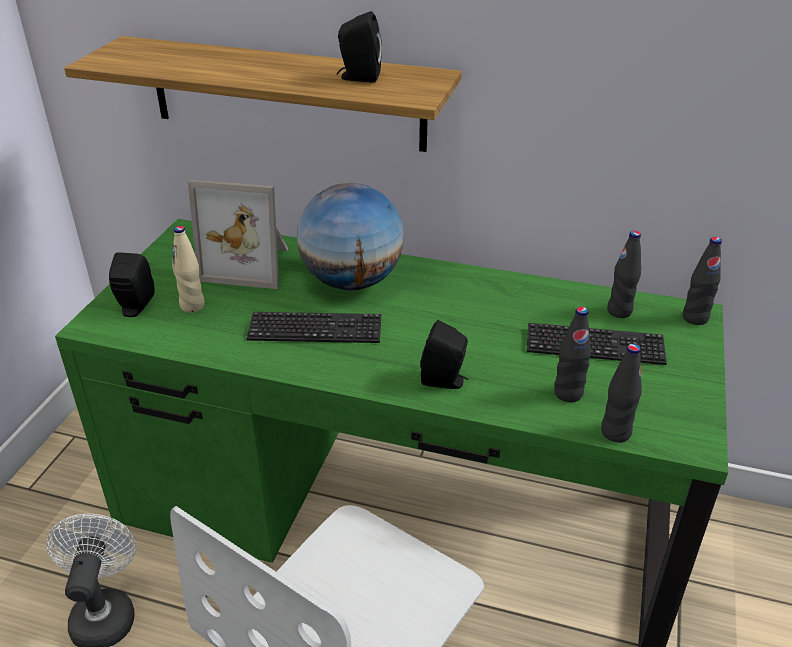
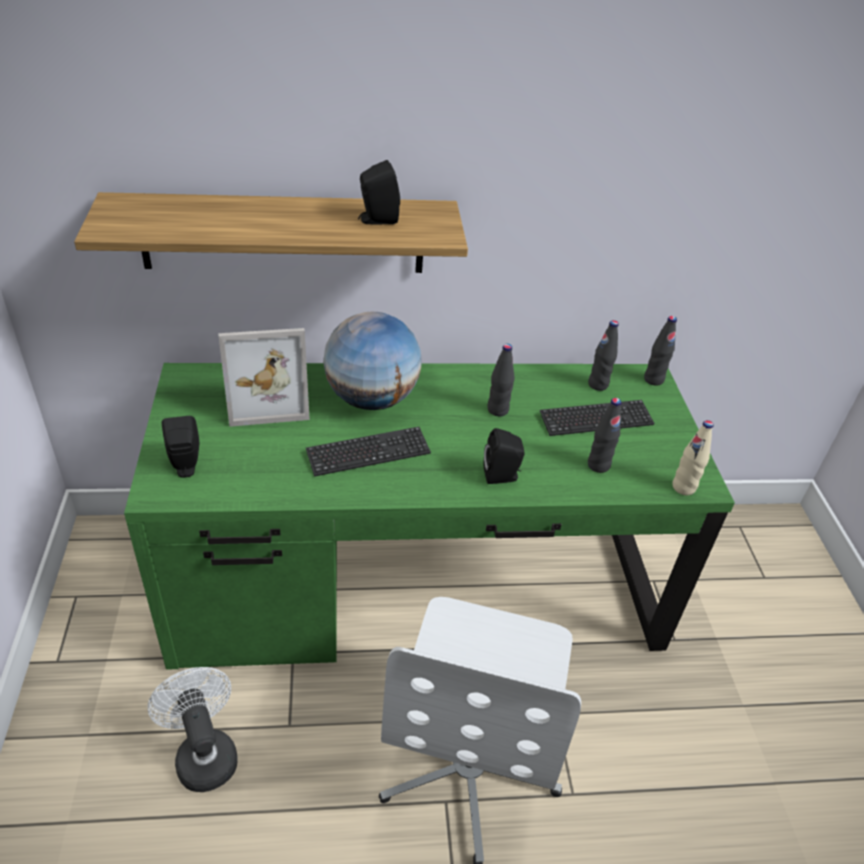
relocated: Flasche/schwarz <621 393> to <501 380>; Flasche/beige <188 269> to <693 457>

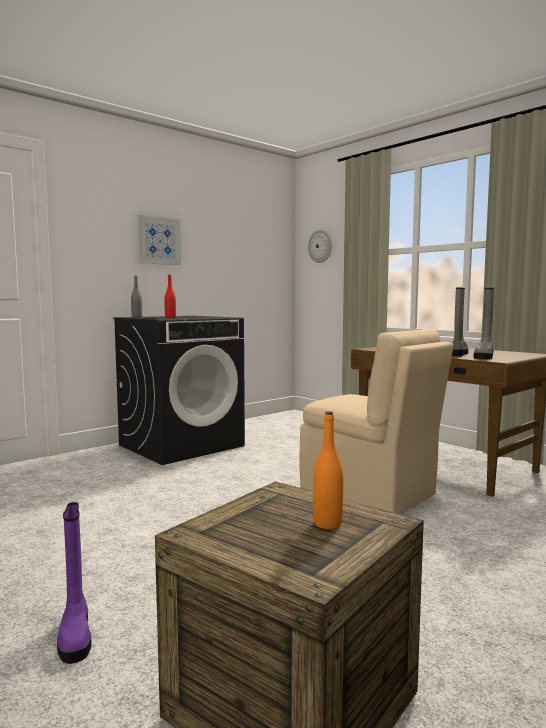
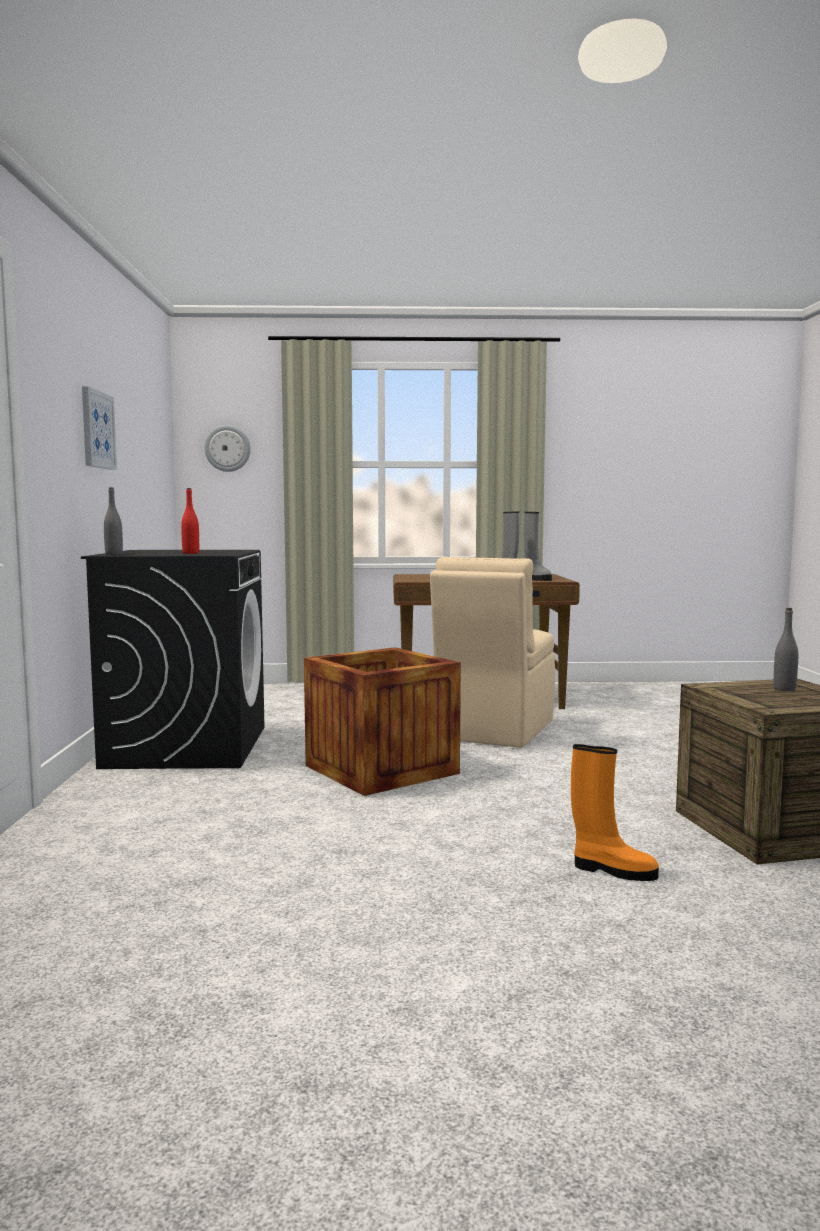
appeared: Kiste <382 721>
colour: Stiefel/lila <74 583> to Stiefel/orange <615 812>; Flasche/orange <328 470> to Flasche/grau <786 649>
spun: Stuhl/beige <377 421> = <492 652> 120 degrees clockwise

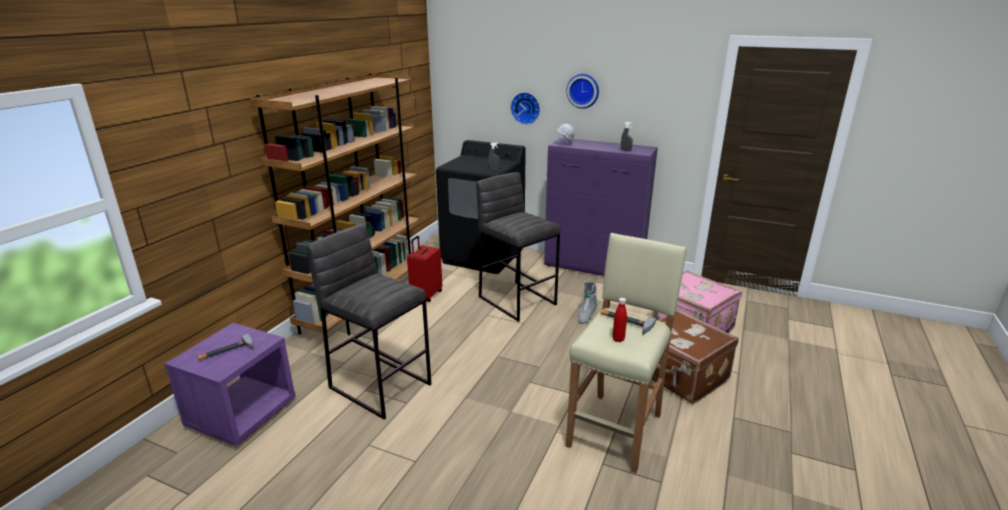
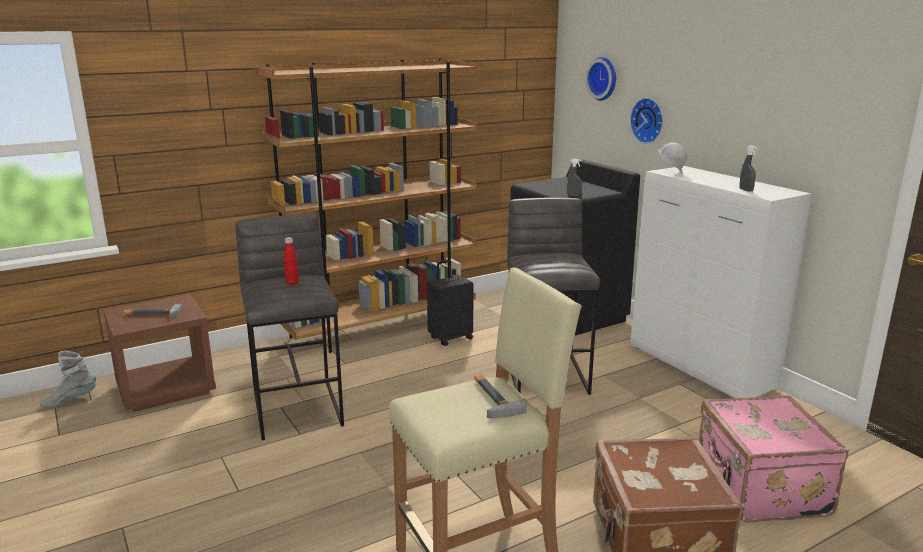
relocated: Stiefel/grau <587 303> to <68 379>; Flasche/rot <619 320> to <291 261>; Wanduhr <582 91> to <600 79>
colour: Nachttisch/lila <230 384> to Nachttisch/braun <159 353>; Koffer/rot <424 269> to Koffer/schwarz <450 303>; Schrank/lila <601 207> to Schrank/weiß <721 282>

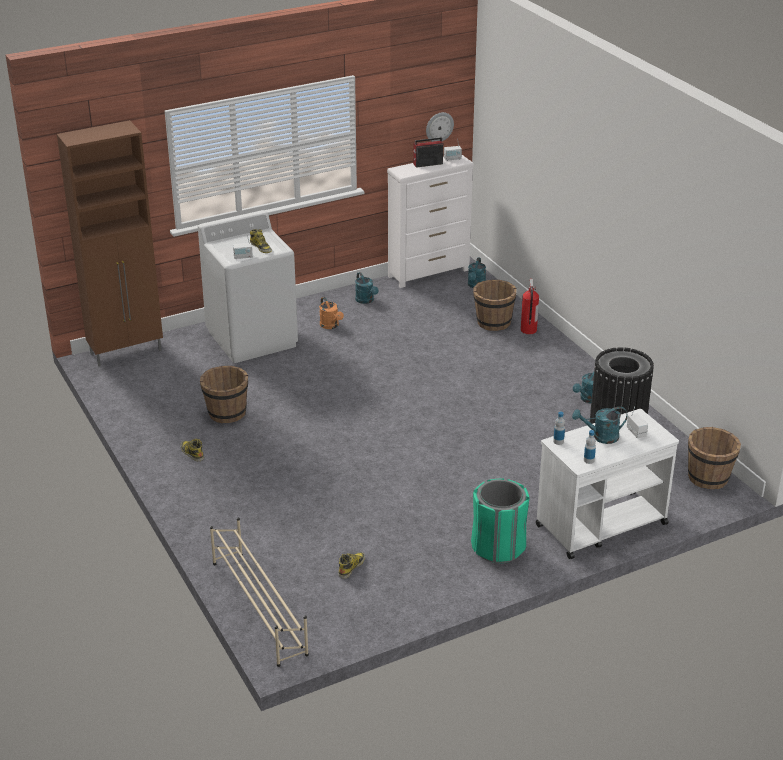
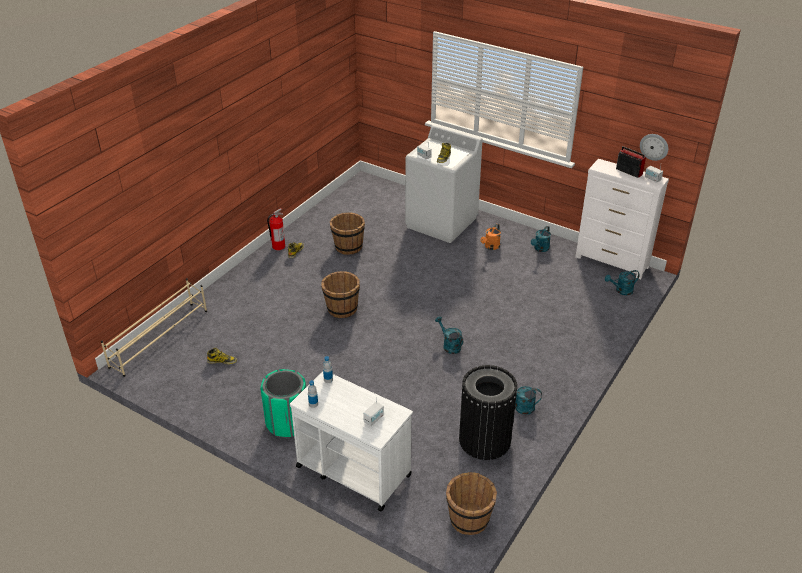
missing: Schrank/braun <110 243>
relocated: Feuerlöscher <530 306> to <276 229>; Eimer/braun <495 305> to <340 294>; Gießkanne/türkis <600 425> to <449 335>

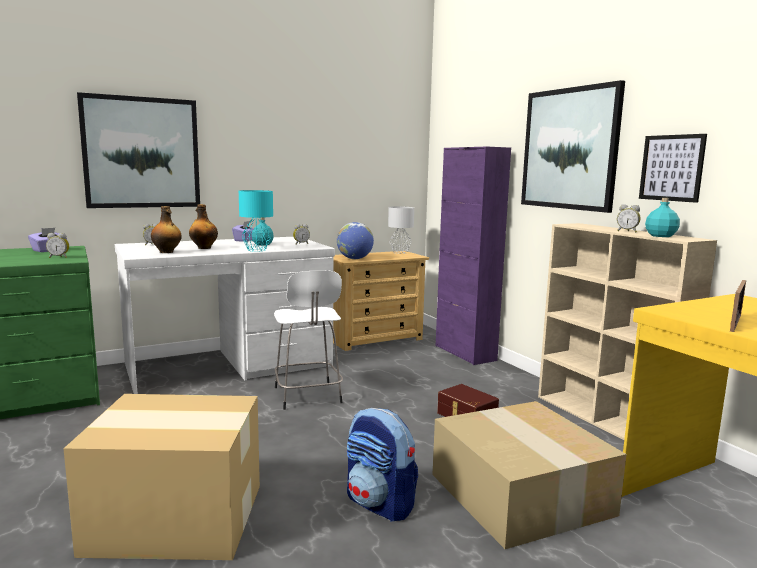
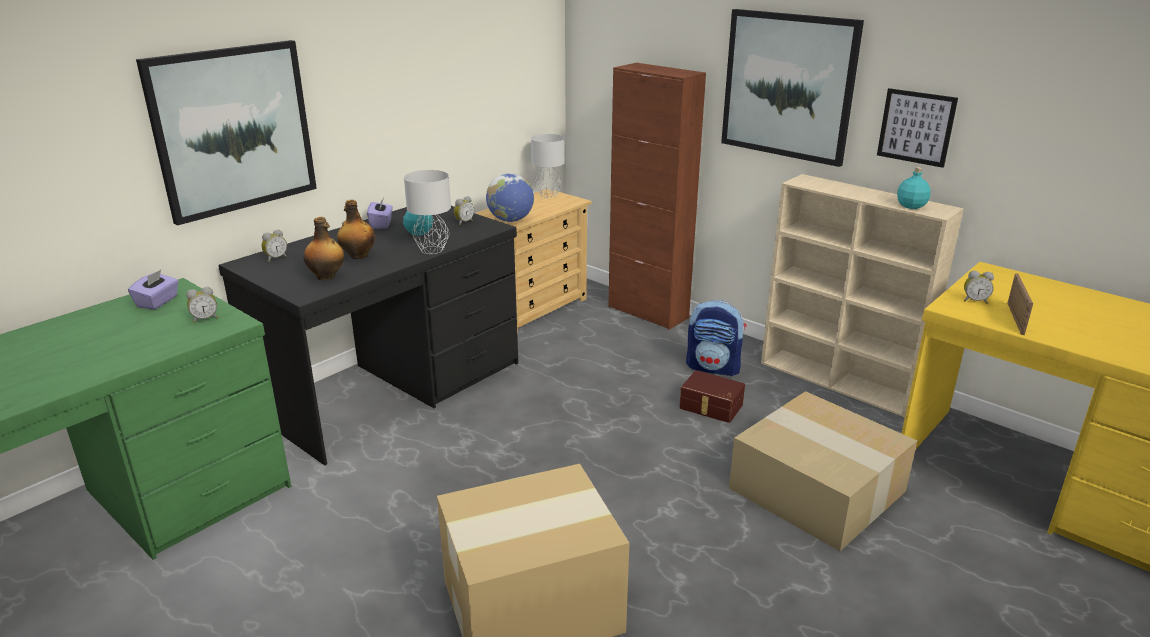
missing: Hocker/weiß <308 340>
relocated: Rucksack <382 464> to <716 338>; Wecker <629 218> to <979 287>
colour: Schreibtisch/weiß <225 315> to Schreibtisch/schwarz <368 335>; Tischlampe/türkis <256 221> to Tischlampe/grau <427 212>; Schrank/lila <473 255> to Schrank/braun <657 196>

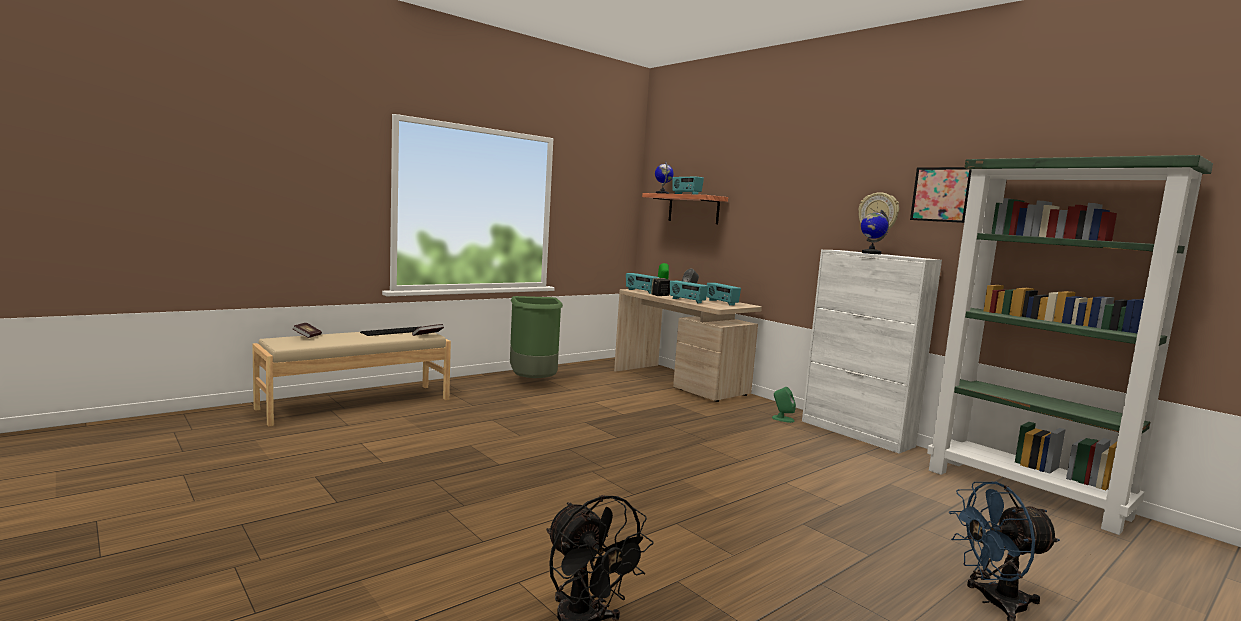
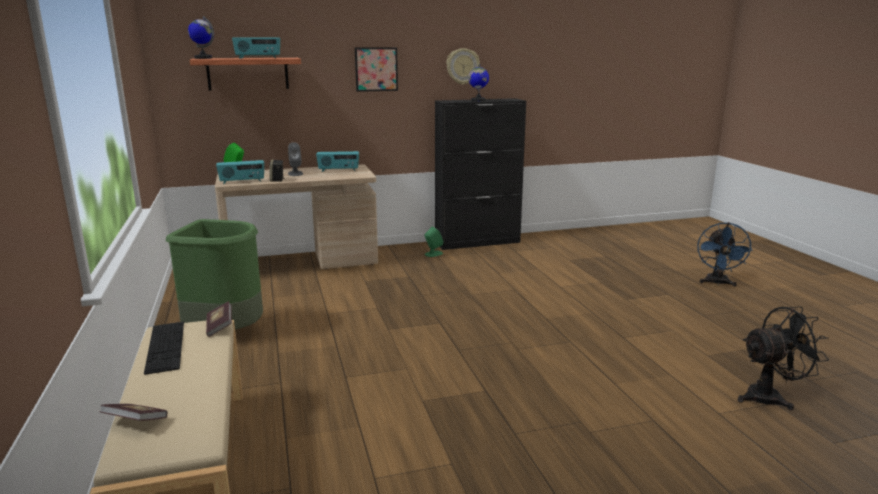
missing: Radio <689 292>; Bücherregal/grün <1070 345>
relocated: Bild <941 195> to <376 69>
colour: Schrank/weiß <872 352> to Schrank/schwarz <480 174>

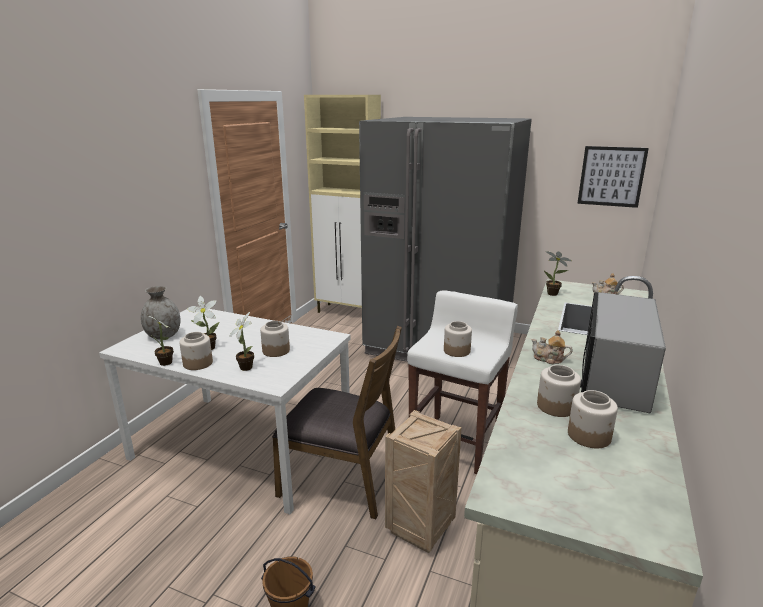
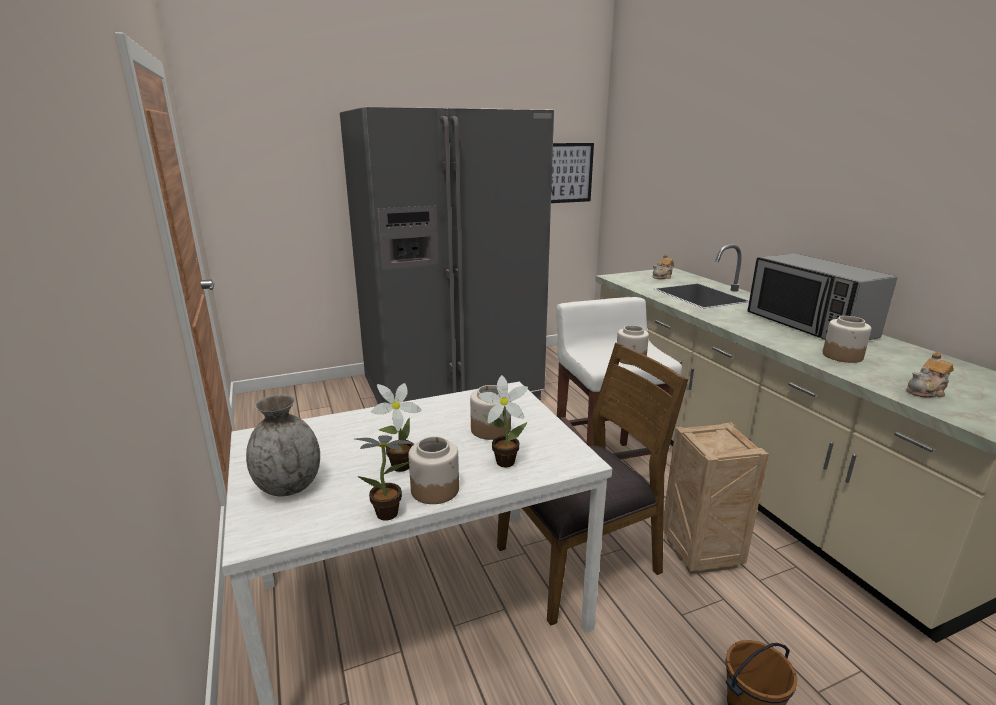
missing: Schrank/beige <342 204>; Topfpflanze <557 273>; Vorratsglas <593 419>
relocated: Teekanne <552 347> to <930 375>

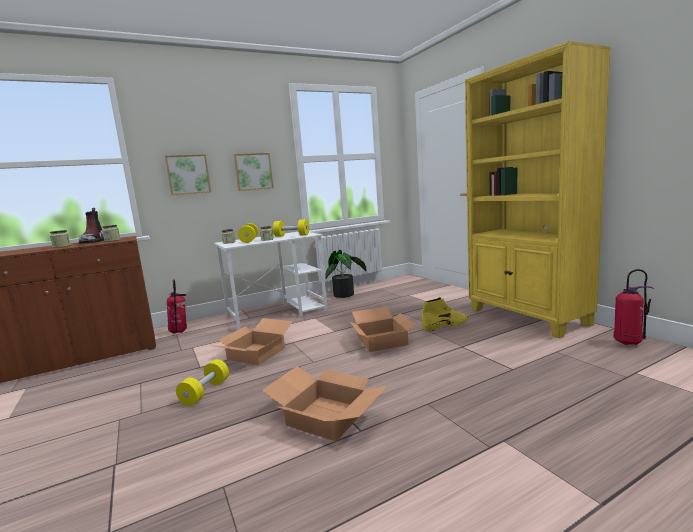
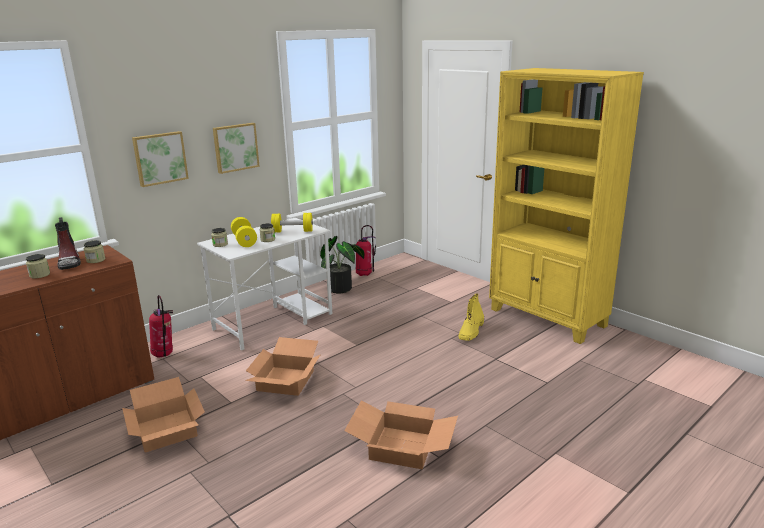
missing: Hantel/gelb <202 382>
relocated: Karton <382 329> to <163 415>; Feuerlöscher <634 307> to <366 250>
spun: Stiefel/gelb <445 314> = <471 317> 150 degrees clockwise

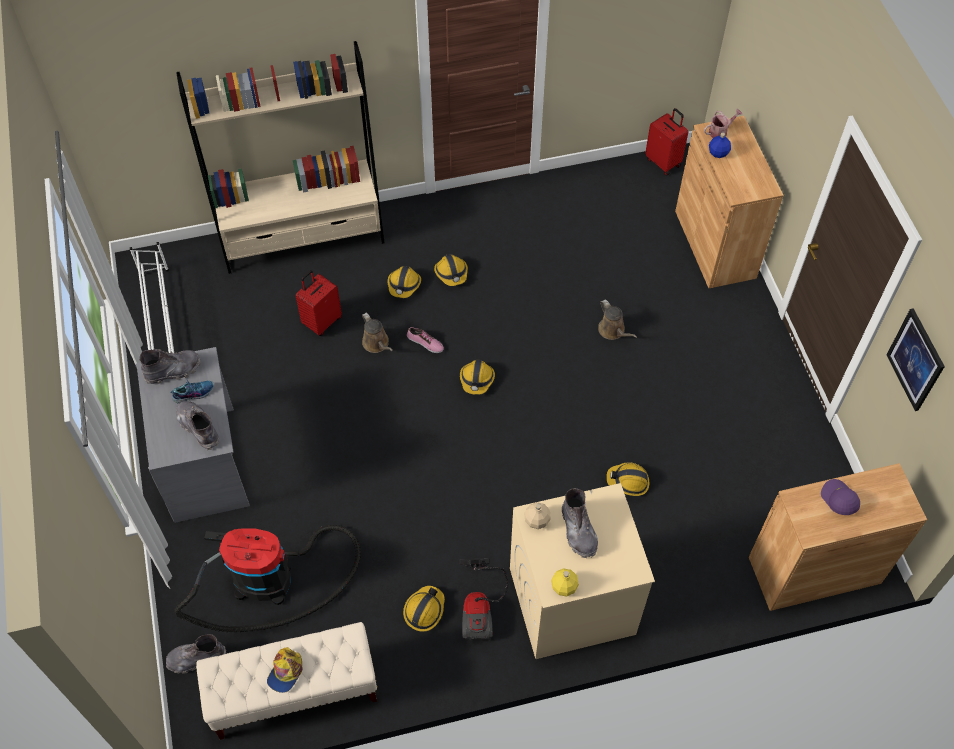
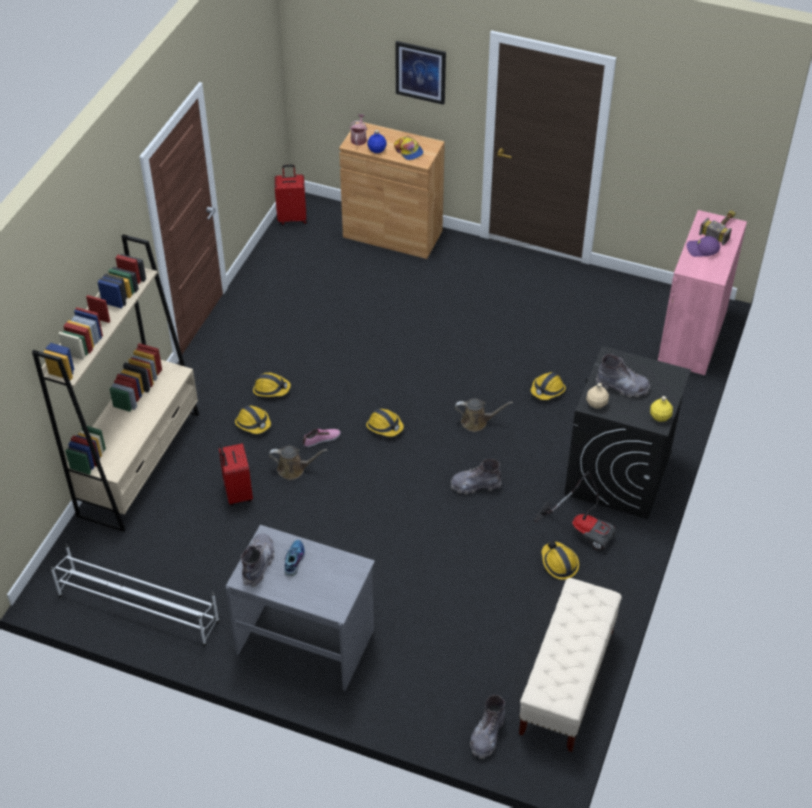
missing: Staubsauger <267 578>
appeared: Hammer <717 228>
relocated: Kappe <284 670> to <408 147>; Bild <916 359> to <420 73>; Stiefel/grau <197 425> to <476 476>; Gießkanne/braun <617 320> to <484 415>
colour: Waschmaschine/beige <582 571> to Waschmaschine/schwarz <627 432>; Schrank/braun <838 537> to Schrank/rosa <702 292>

